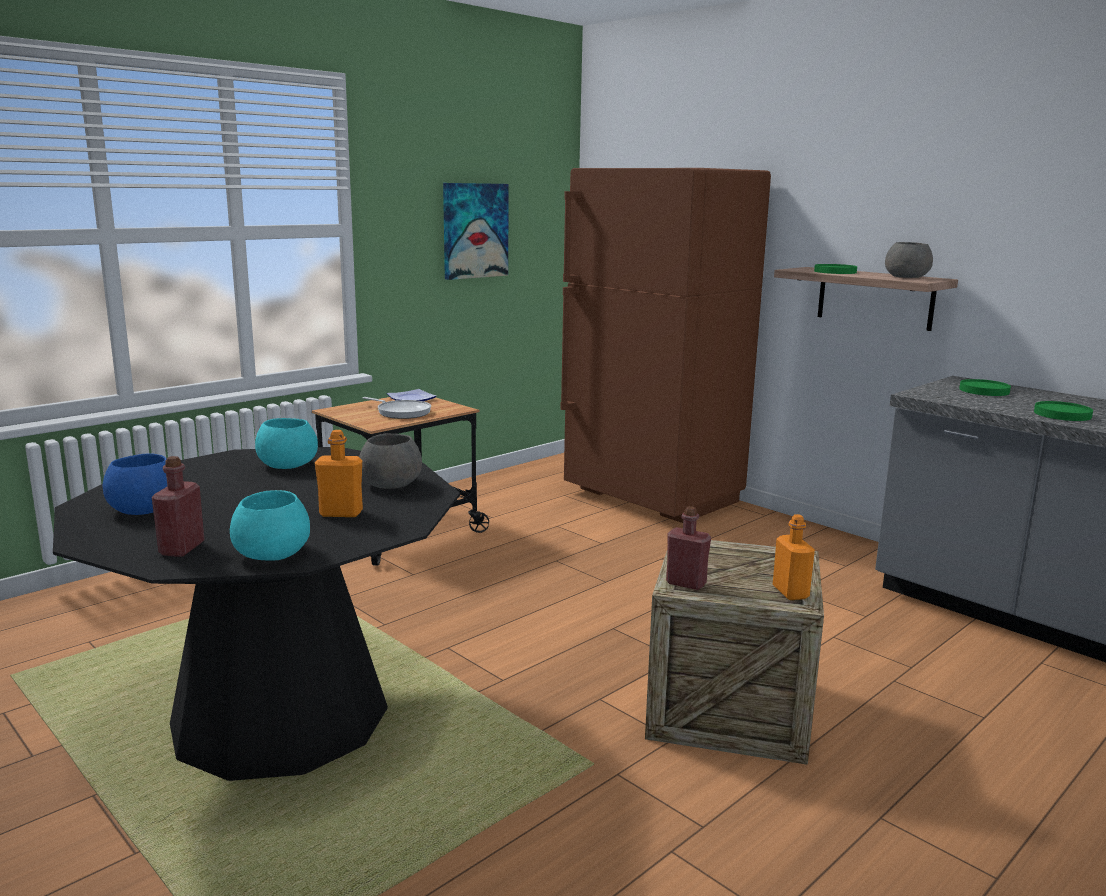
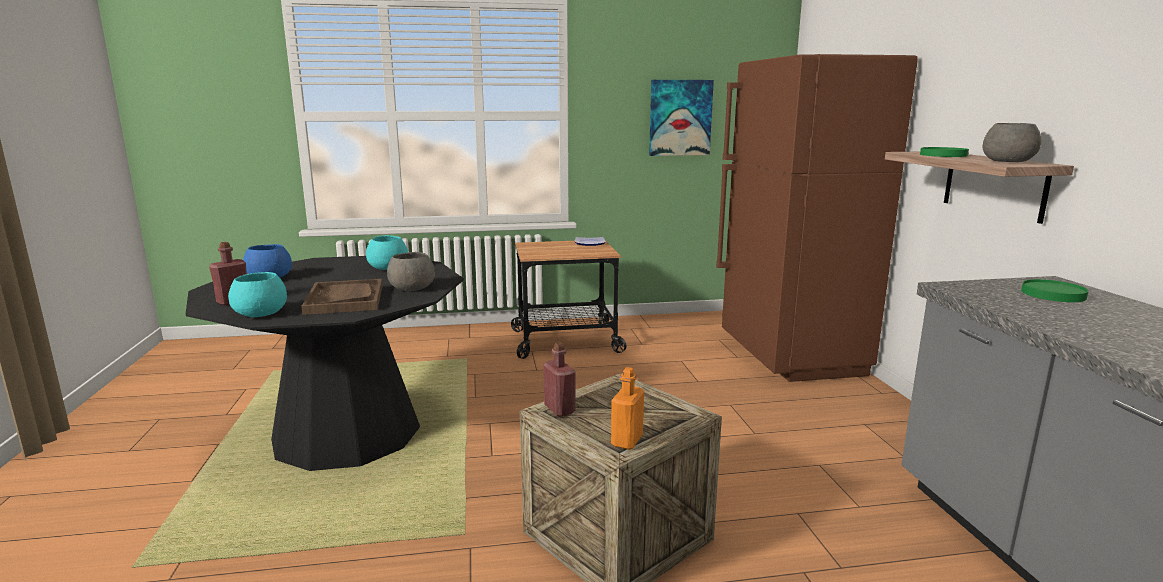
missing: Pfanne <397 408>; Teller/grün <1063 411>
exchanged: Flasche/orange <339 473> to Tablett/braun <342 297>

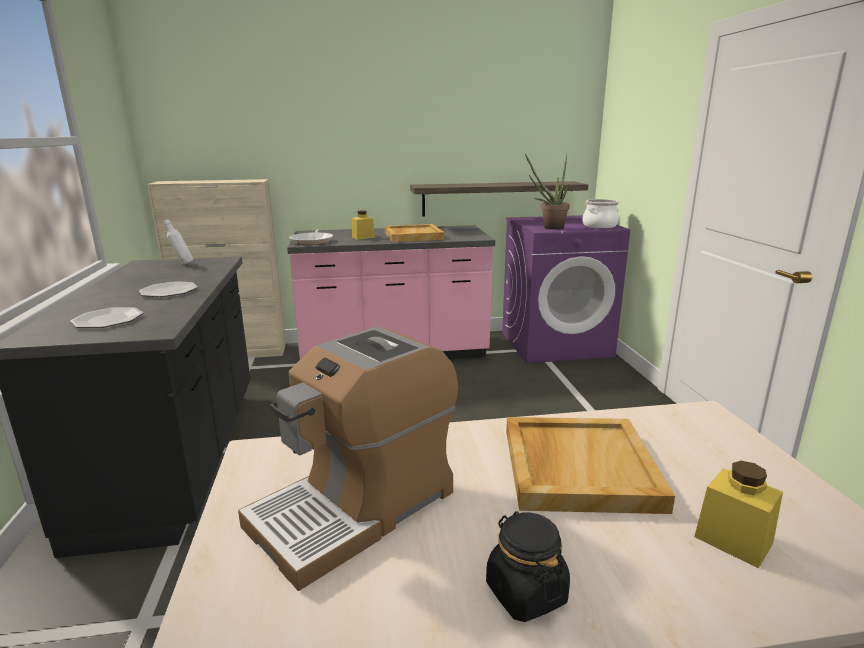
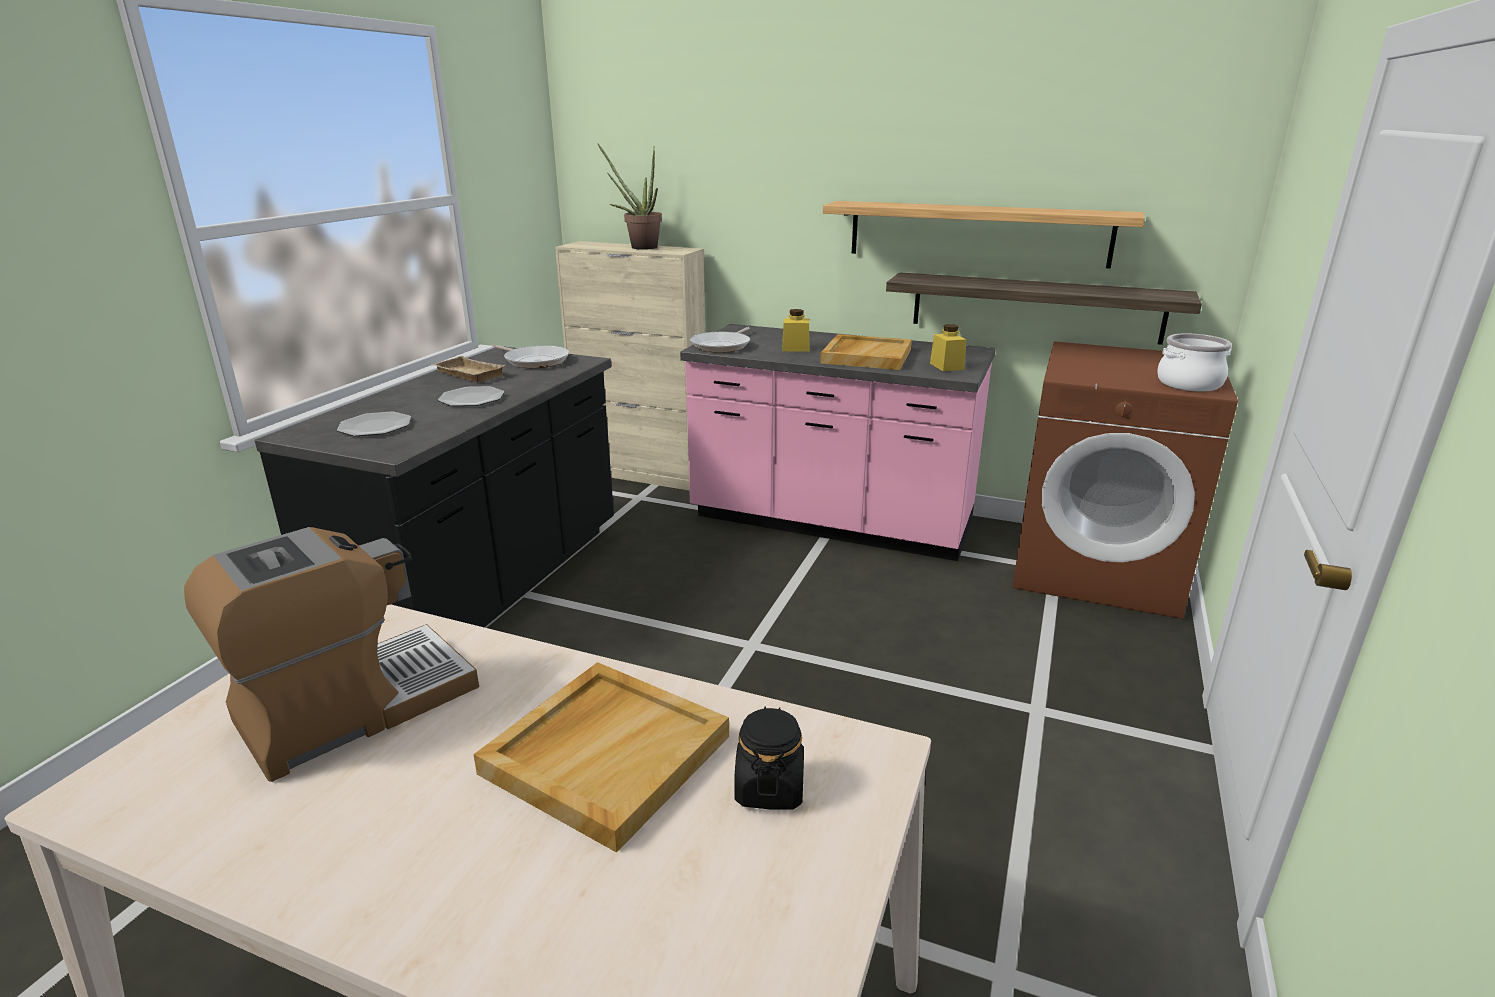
appeared: Tablett/beige <468 369>; Wandregal <984 235>
relocated: Topfpflanze <547 191> to <629 196>; Vorratsglas/schwarz <528 566> to <769 758>; Vorratsglas/gelb <738 514> to <948 347>
exchanged: Flasche/weiß <178 242> to Pfanne <531 356>
colour: Waschmaschine/lila <566 289> to Waschmaschine/braun <1125 480>
spun: Kaffeemaschine <348 459> = <331 654> 150 degrees clockwise

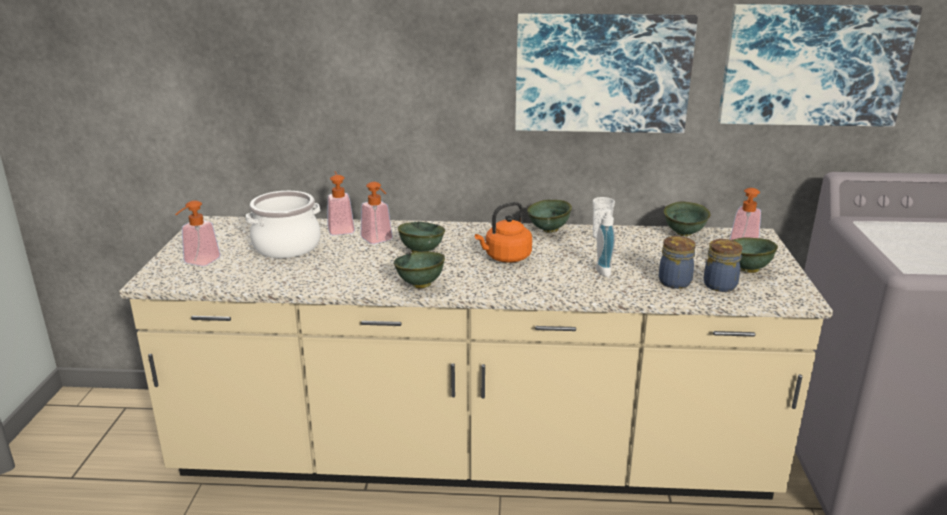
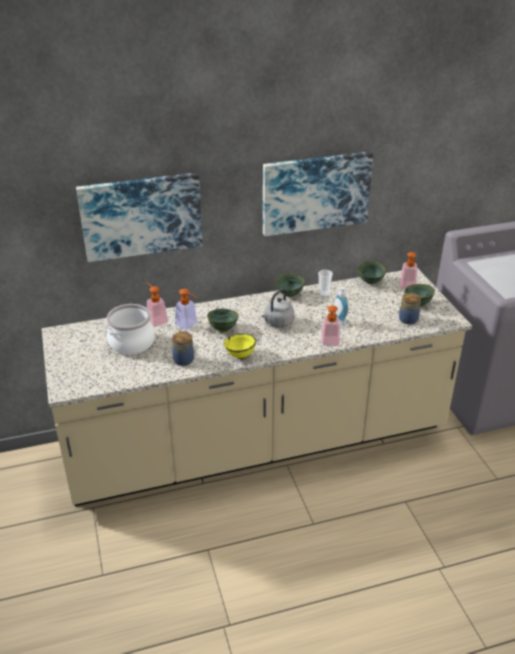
relocated: Bild <820 65> to <139 217>; Vorratsglas <677 262> to <183 349>; Seifenspender <198 233> to <330 325>
colour: Schüssel/grün <419 269> to Schüssel/gelb <240 346>; Wasserkessel/orange <503 232> to Wasserkessel/grau <278 308>

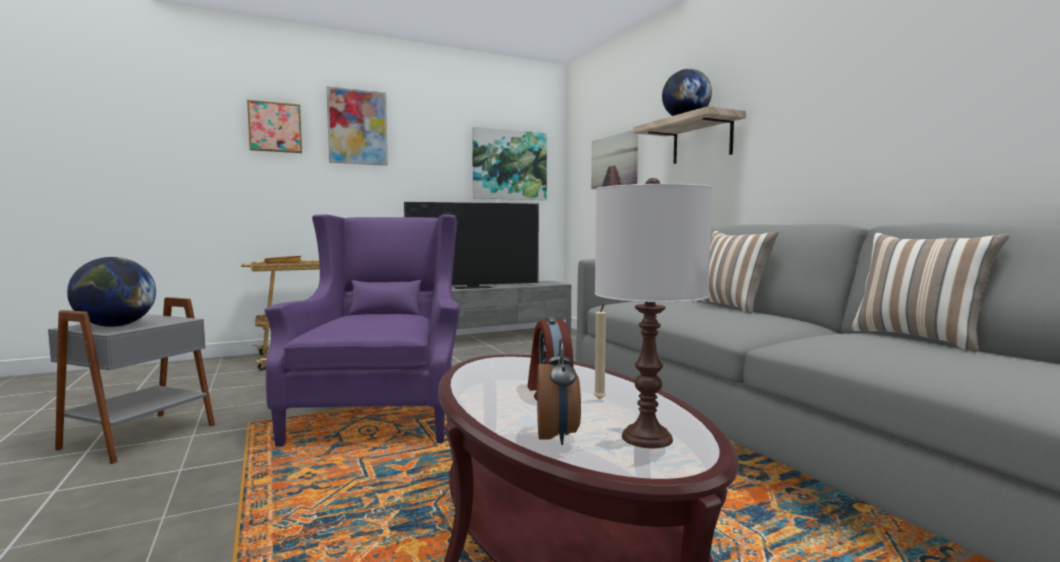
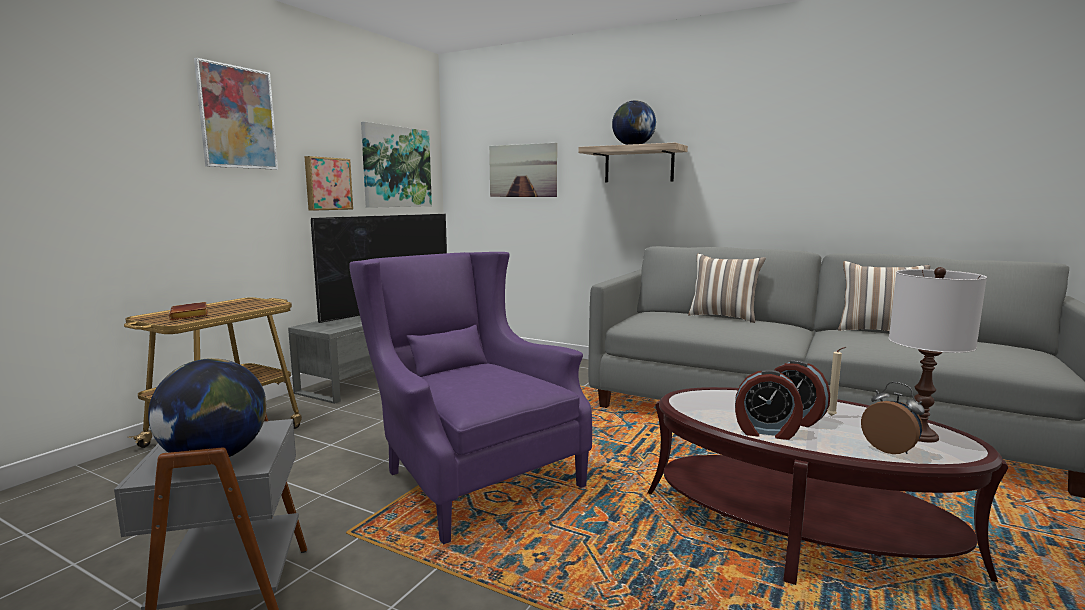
appeared: Wecker <769 405>
relocated: Bild <274 126> to <329 183>

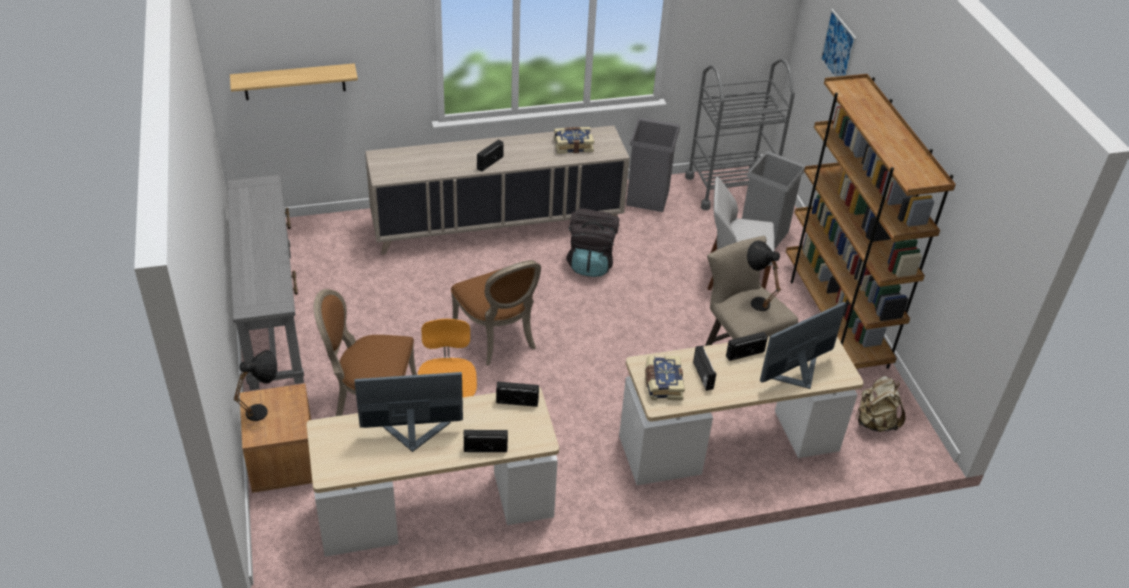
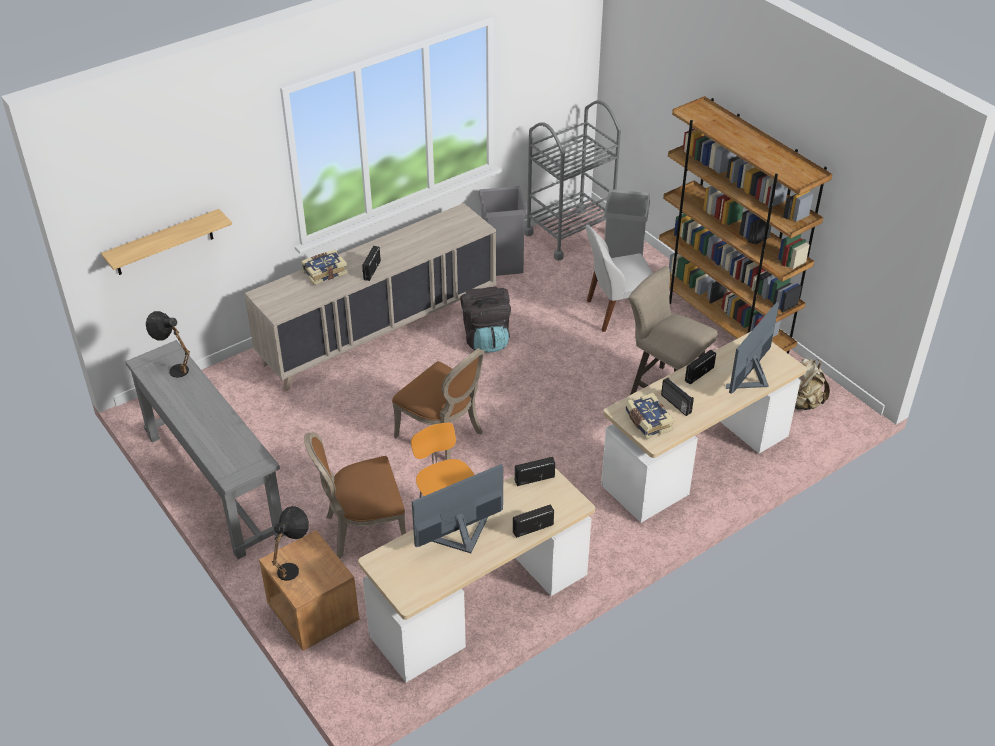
missing: Bild <838 43>
relocated: Tischlampe/schwarz <764 275> to <168 344>; Buch <574 140> to <324 267>

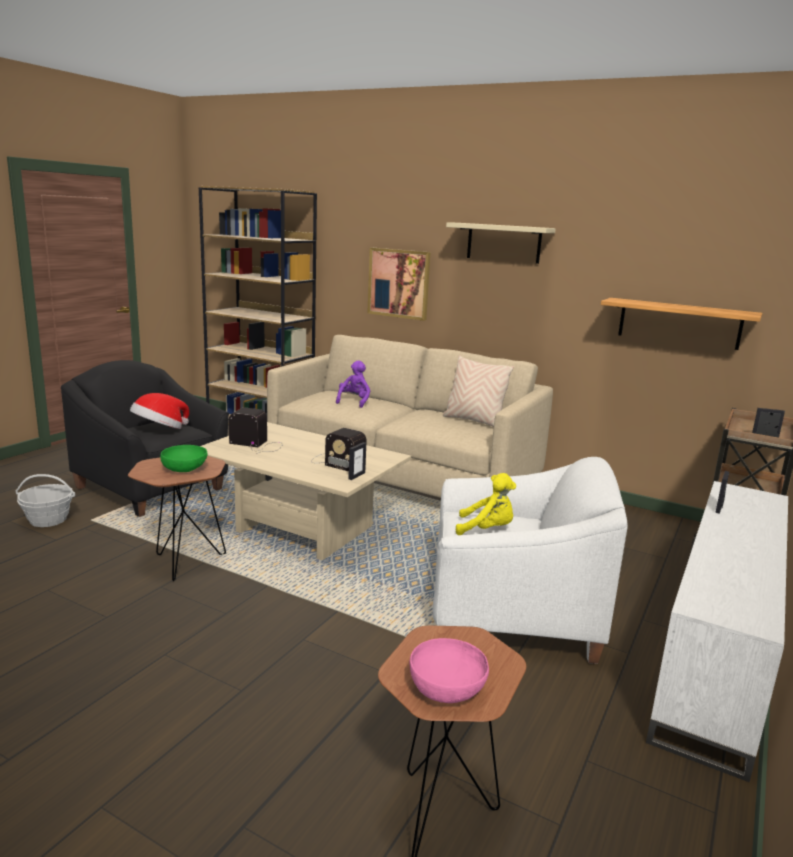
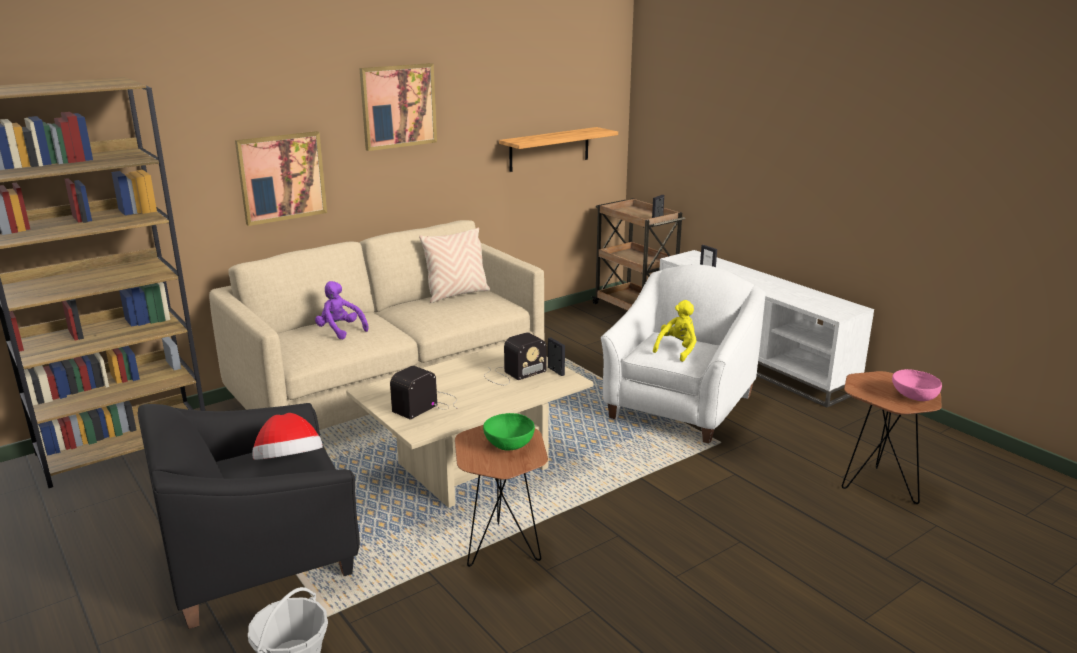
exchanged: Wandregal/beige <501 243> to Bild <398 107>

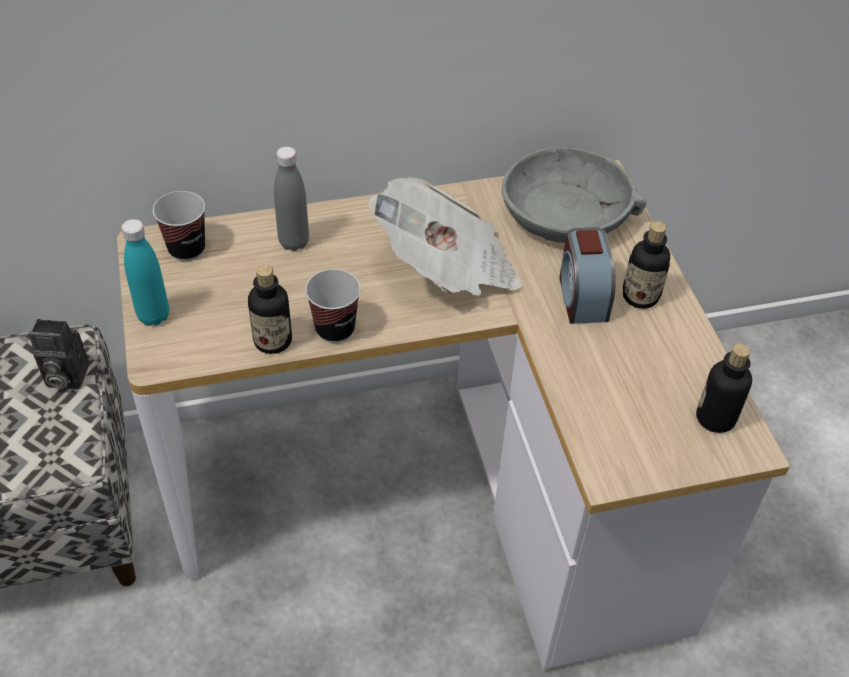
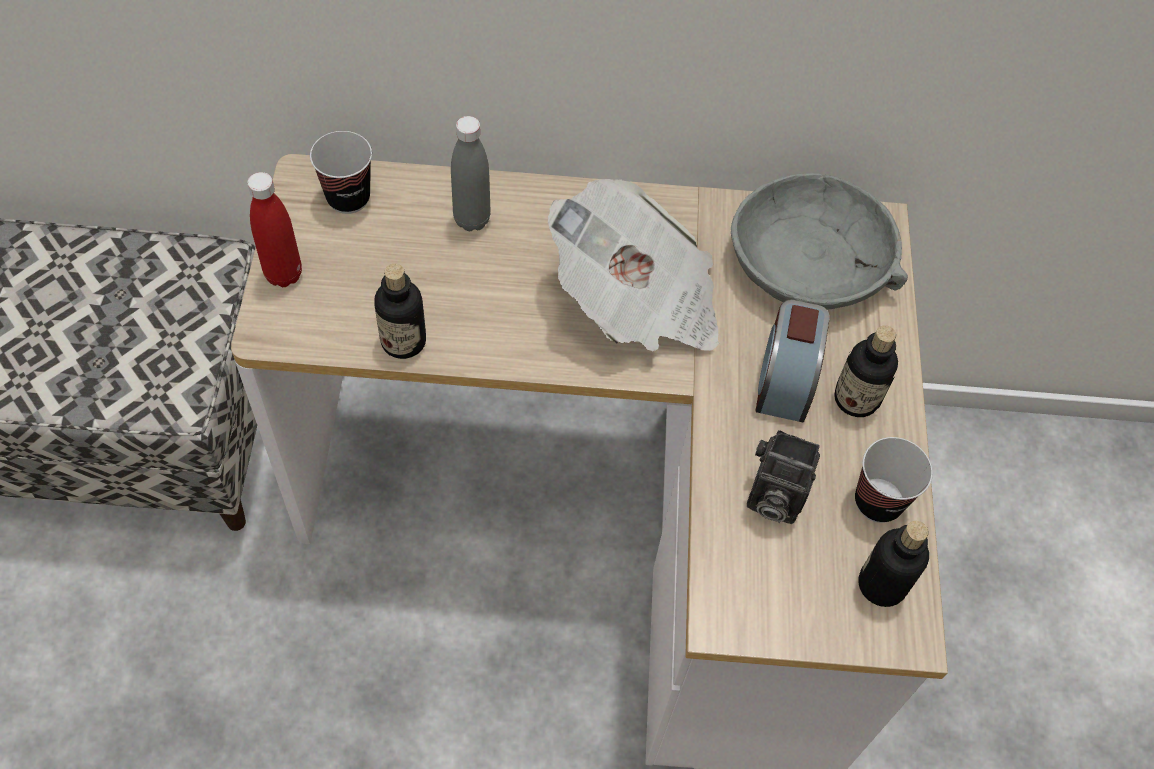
relocated: Kamera <59 354> to <783 477>; Tasse <333 306> to <894 480>
colour: Flasche/türkis <145 272> to Flasche/rot <274 229>

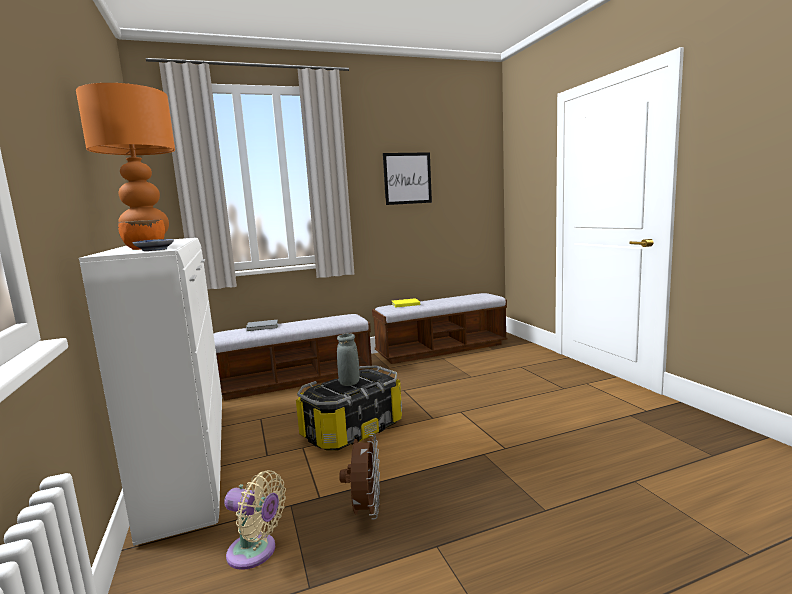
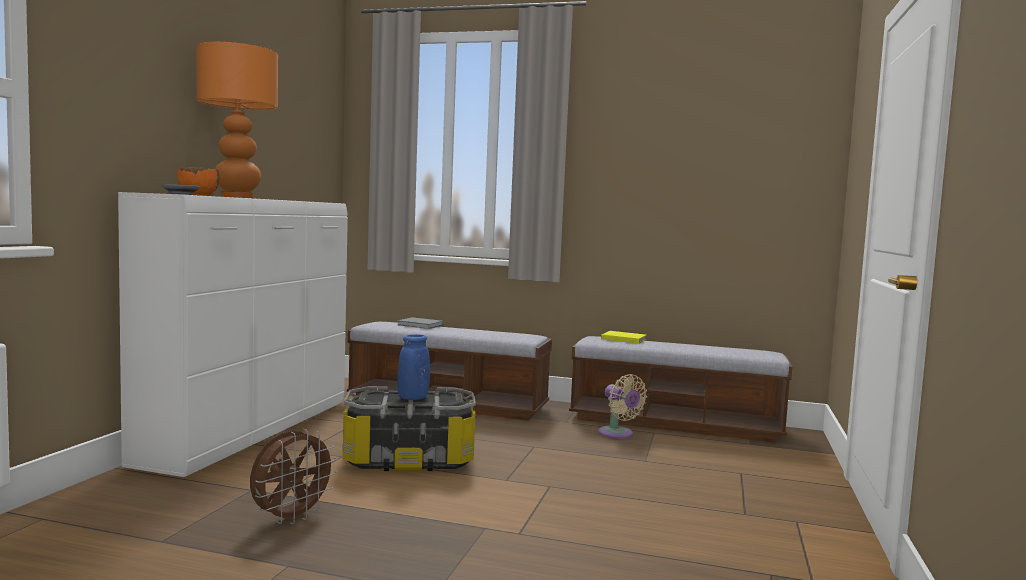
missing: Bild <407 178>
relocated: Ventilator/beige <255 520> to <622 406>
colour: Vase/grau <348 359> to Vase/blau <413 367>

